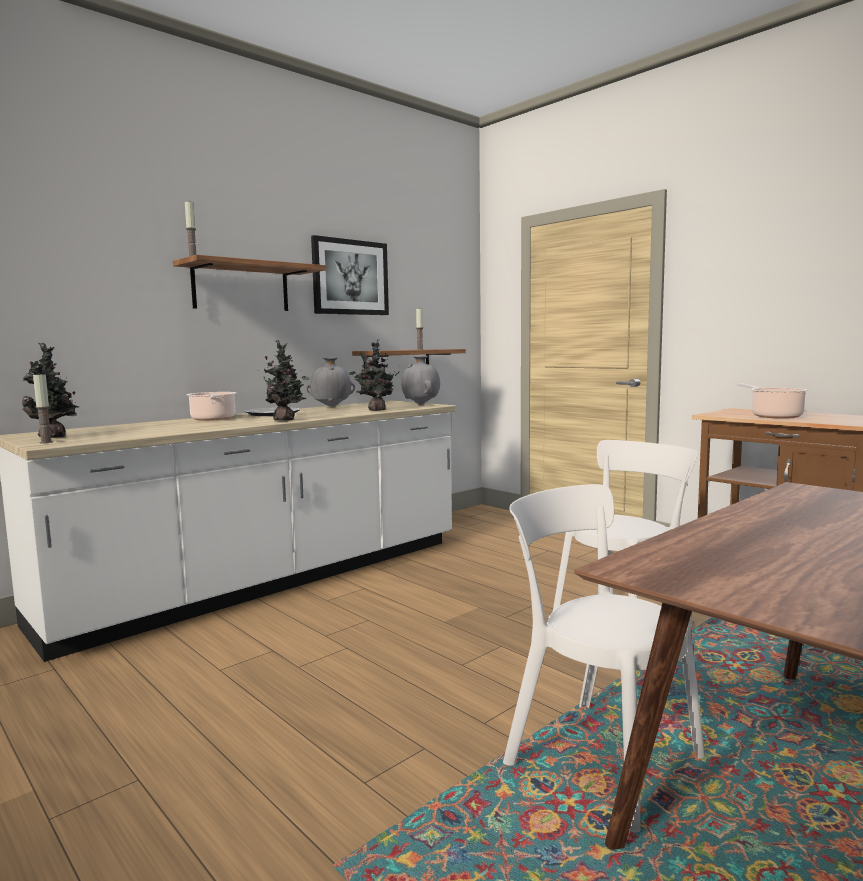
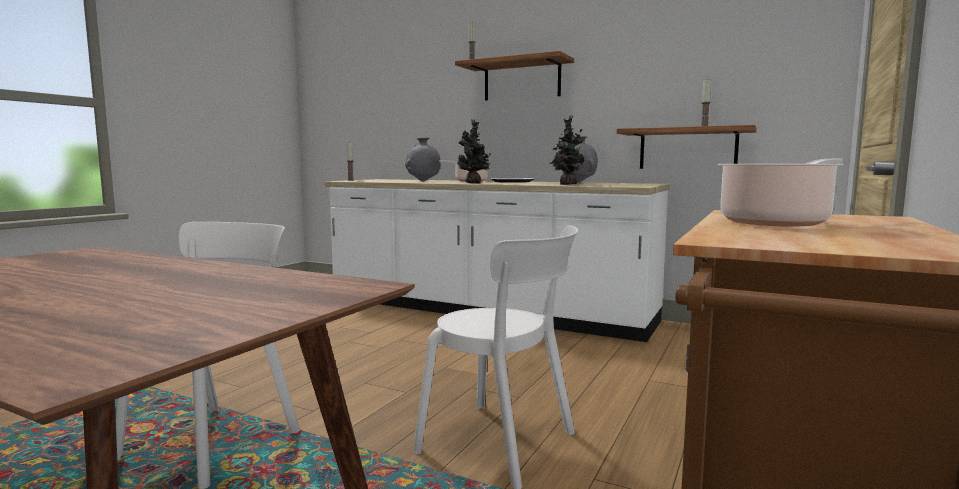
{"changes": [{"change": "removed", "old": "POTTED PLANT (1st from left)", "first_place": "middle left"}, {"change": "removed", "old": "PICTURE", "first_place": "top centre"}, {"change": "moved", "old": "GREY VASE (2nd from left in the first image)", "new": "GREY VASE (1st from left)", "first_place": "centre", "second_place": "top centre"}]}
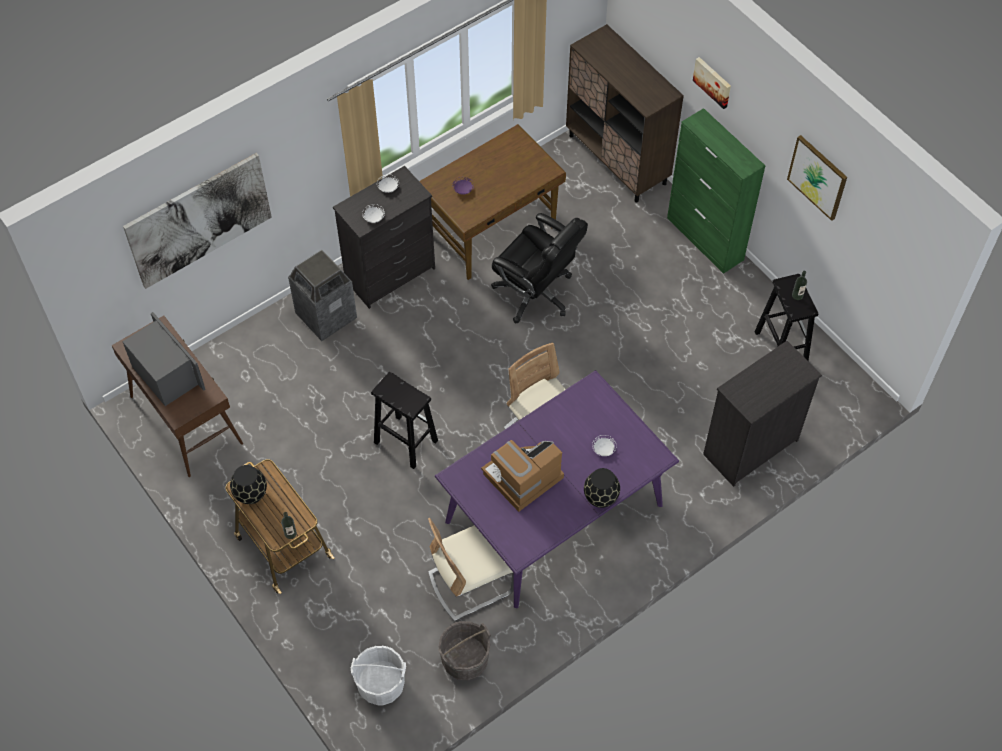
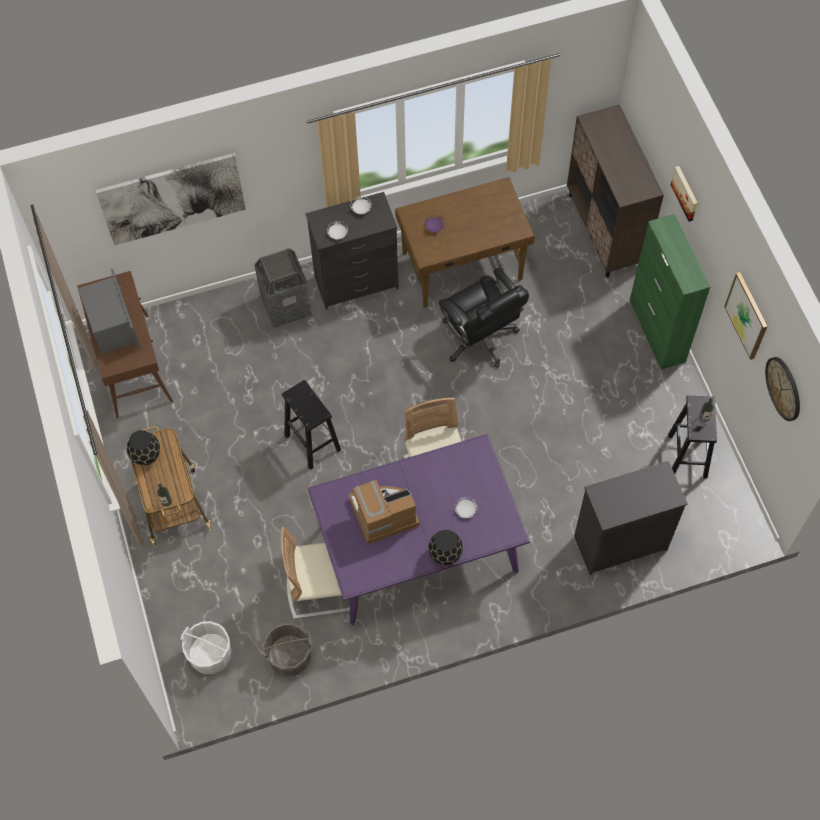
{"changes": [{"change": "added", "new": "WALL CLOCK", "second_place": "middle right"}]}
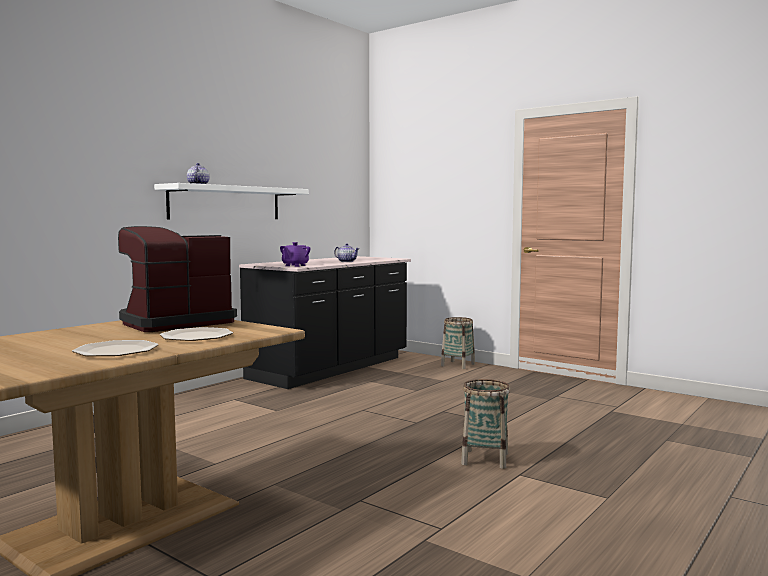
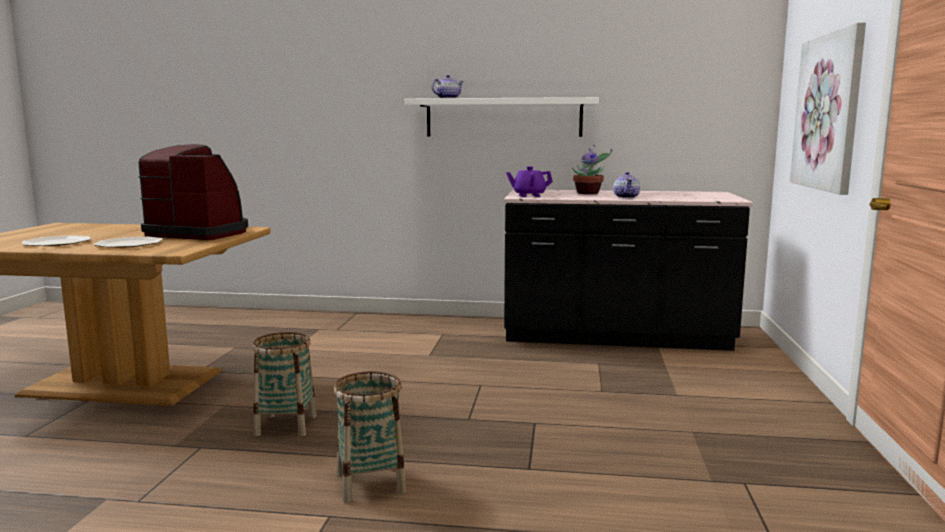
{"changes": [{"change": "added", "new": "POTTED PLANT", "second_place": "top centre"}, {"change": "added", "new": "PICTURE", "second_place": "top right"}, {"change": "moved", "old": "BASKET (1st from left)", "first_place": "centre", "second_place": "bottom left"}]}
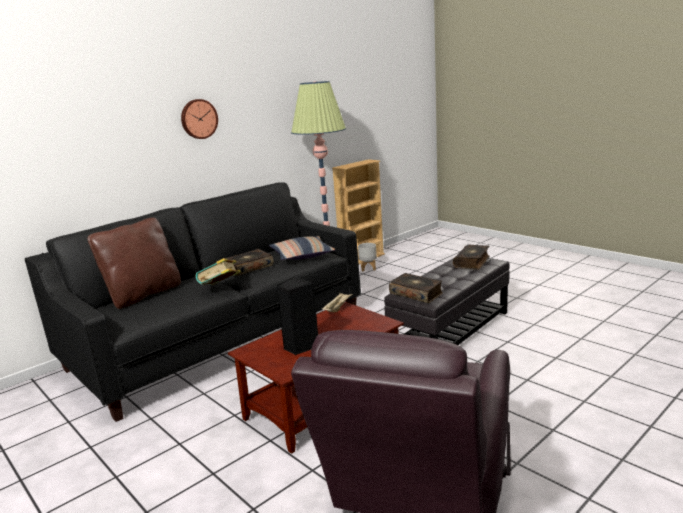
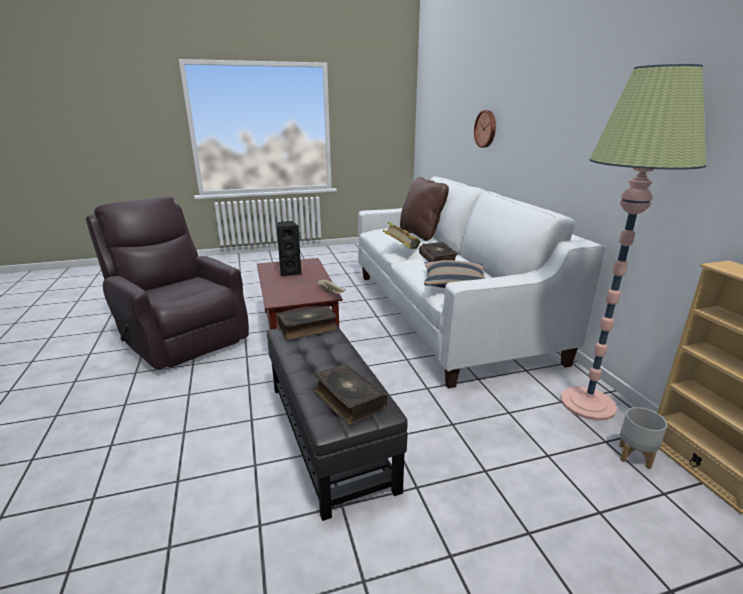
{"changes": [{"change": "moved", "old": "WALL CLOCK", "first_place": "top left", "second_place": "top centre"}, {"change": "recoloured", "old": "BLACK SOFA", "new": "WHITE SOFA", "first_place": "middle left", "second_place": "centre"}]}
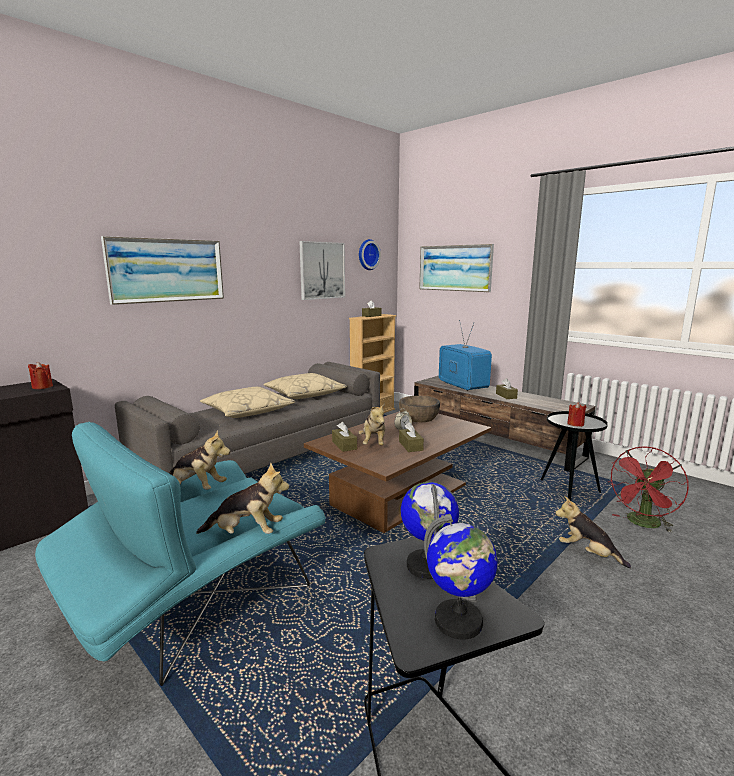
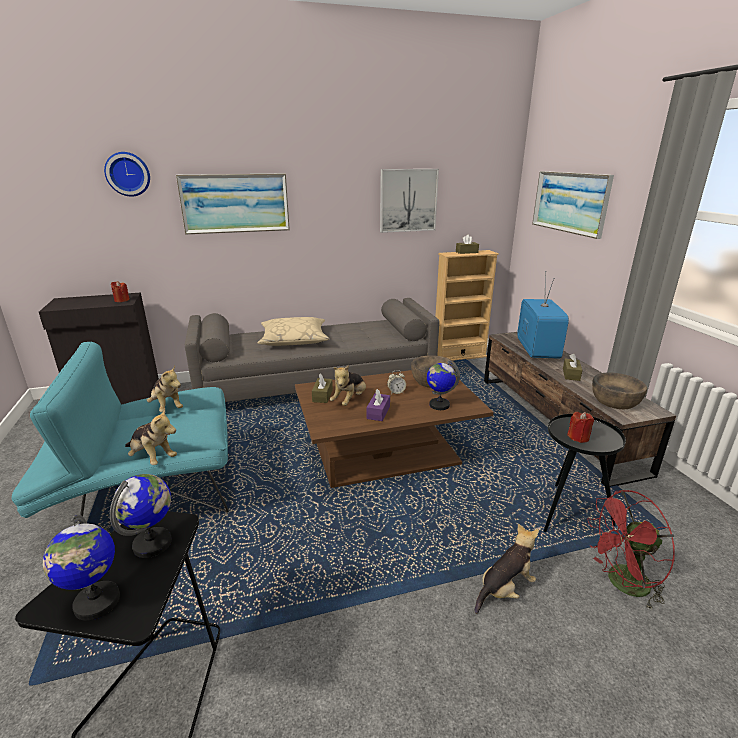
{"changes": [{"change": "removed", "old": "BEIGE PILLOW (2nd from left)", "first_place": "centre"}, {"change": "added", "new": "GLOBE (3rd from left)", "second_place": "centre"}, {"change": "added", "new": "BROWN BOWL (2nd from left)", "second_place": "middle right"}, {"change": "moved", "old": "WALL CLOCK", "first_place": "top centre", "second_place": "top left"}, {"change": "recoloured", "old": "BROWN TISSUE BOX (3rd from left)", "new": "PURPLE TISSUE BOX", "first_place": "centre", "second_place": "centre"}, {"change": "turned", "old": "PLUSH TOY (4th from left)", "first_place": "bottom right", "second_place": "bottom right", "degrees": 75}]}
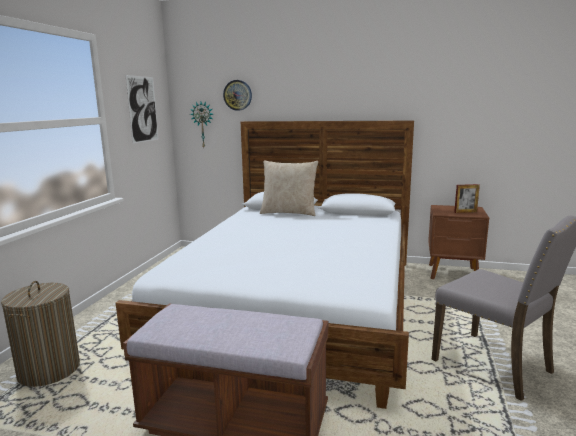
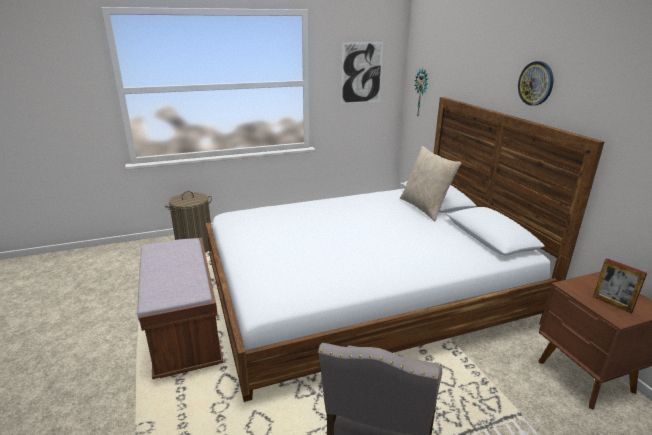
{"changes": [{"change": "moved", "old": "WALL CLOCK (2nd from left)", "first_place": "top centre", "second_place": "top right"}]}
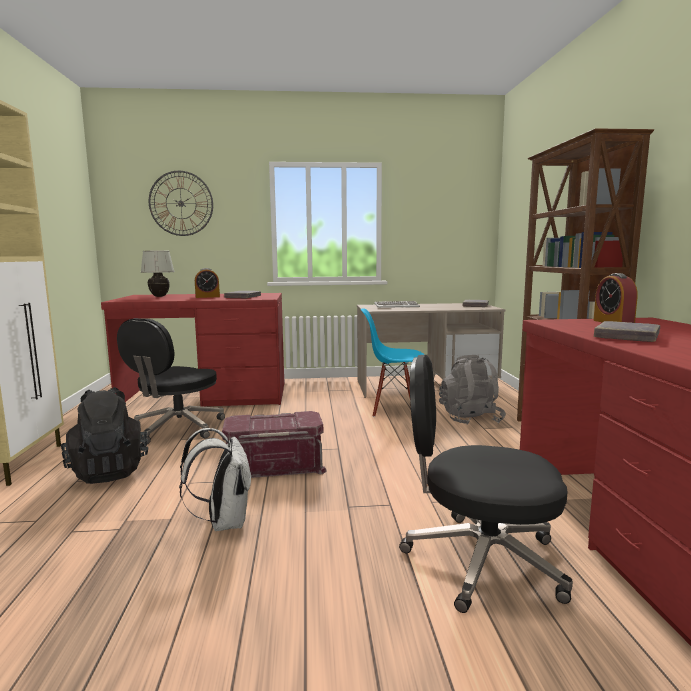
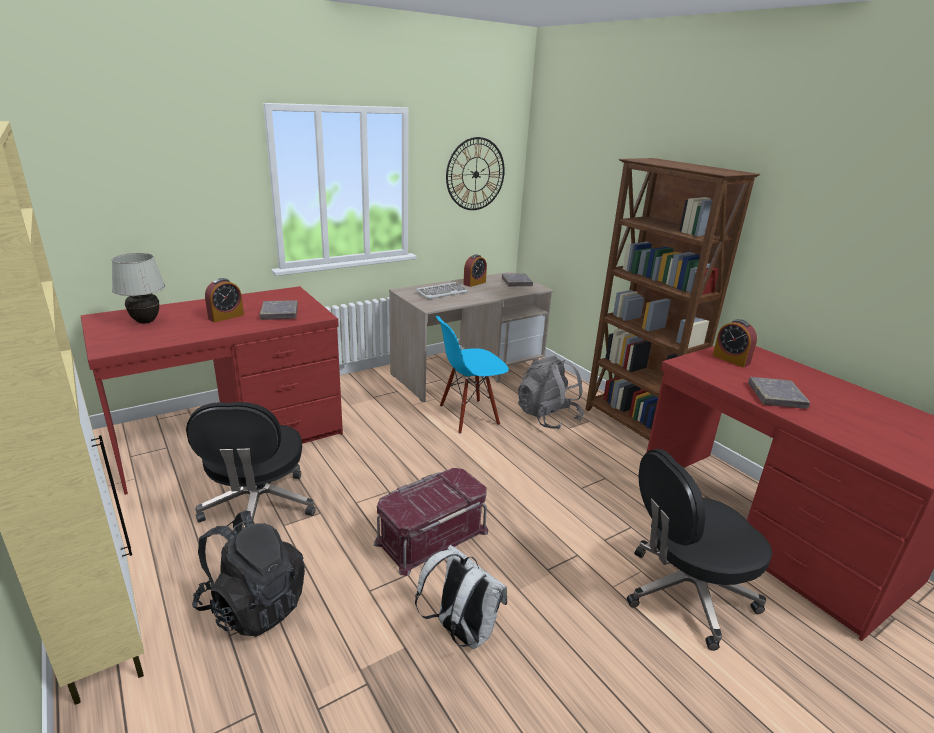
{"changes": [{"change": "added", "new": "ALARM CLOCK (2nd from left)", "second_place": "centre"}, {"change": "moved", "old": "WALL CLOCK", "first_place": "top left", "second_place": "top centre"}]}
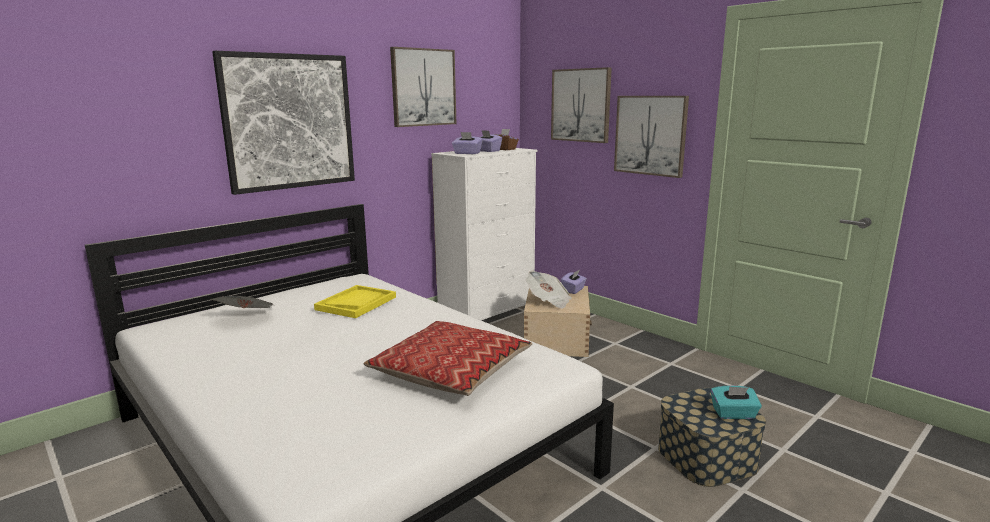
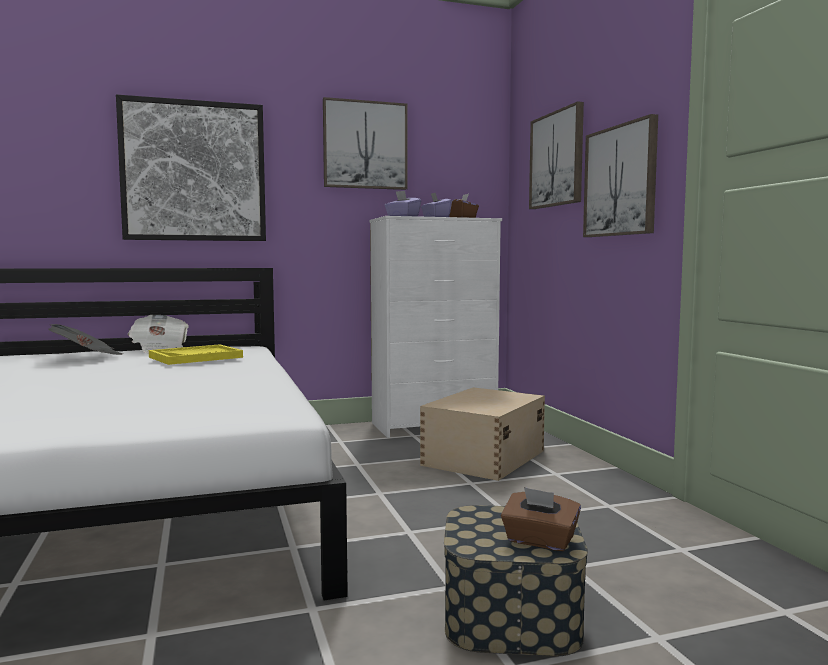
{"changes": [{"change": "removed", "old": "PILLOW", "first_place": "bottom centre"}, {"change": "removed", "old": "PURPLE TISSUE BOX (3rd from left)", "first_place": "centre"}, {"change": "moved", "old": "NEWSPAPER (2nd from left)", "first_place": "centre", "second_place": "middle left"}, {"change": "recoloured", "old": "TURQUOISE TISSUE BOX", "new": "BROWN TISSUE BOX (2nd from left)", "first_place": "bottom right", "second_place": "bottom centre"}]}
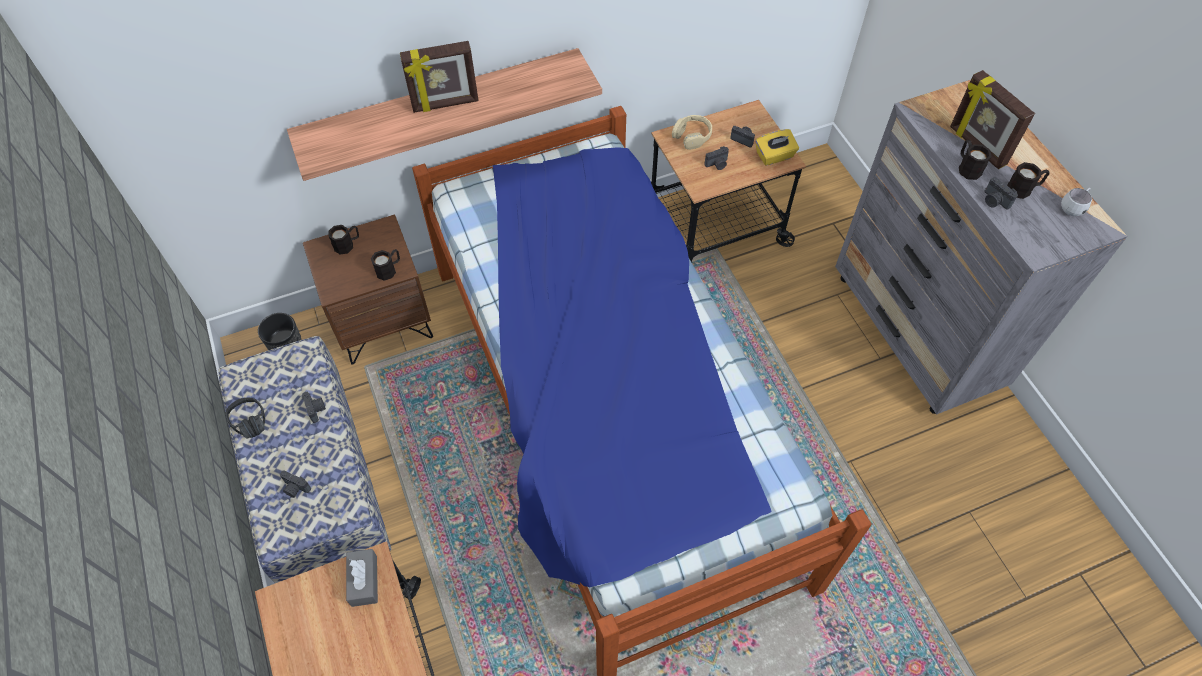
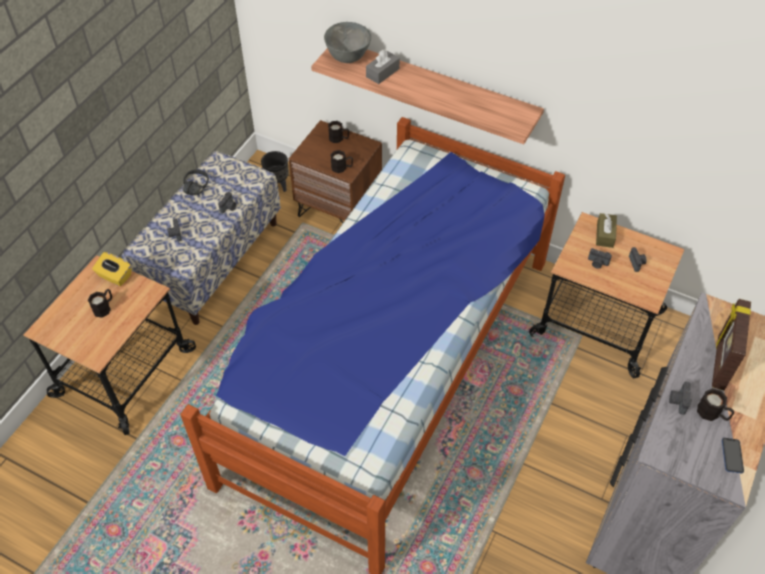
{"changes": [{"change": "removed", "old": "PICTURE FRAME (1st from left)", "first_place": "top centre"}, {"change": "added", "new": "GREY BOWL", "second_place": "top centre"}, {"change": "moved", "old": "GREY TISSUE BOX", "first_place": "bottom left", "second_place": "top centre"}, {"change": "moved", "old": "YELLOW TISSUE BOX", "first_place": "top centre", "second_place": "middle left"}, {"change": "moved", "old": "BLACK MUG (3rd from left in the first image)", "new": "BLACK MUG (1st from left)", "first_place": "top right", "second_place": "middle left"}, {"change": "replaced", "old": "BEIGE HEADPHONES", "new": "BROWN TISSUE BOX", "first_place": "top centre", "second_place": "middle right"}, {"change": "replaced", "old": "WHITE MUG", "new": "PHONE", "first_place": "top right", "second_place": "bottom right"}]}
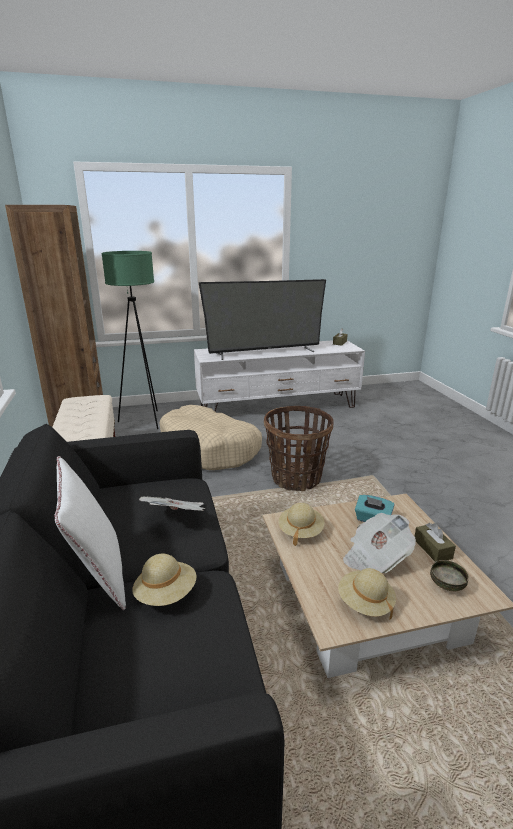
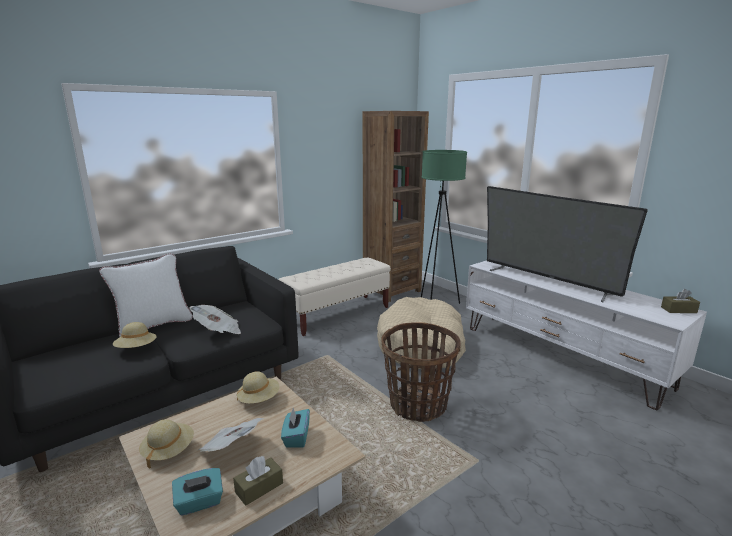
{"changes": [{"change": "replaced", "old": "BOWL", "new": "TURQUOISE TISSUE BOX (1st from left)", "first_place": "bottom right", "second_place": "bottom left"}]}
